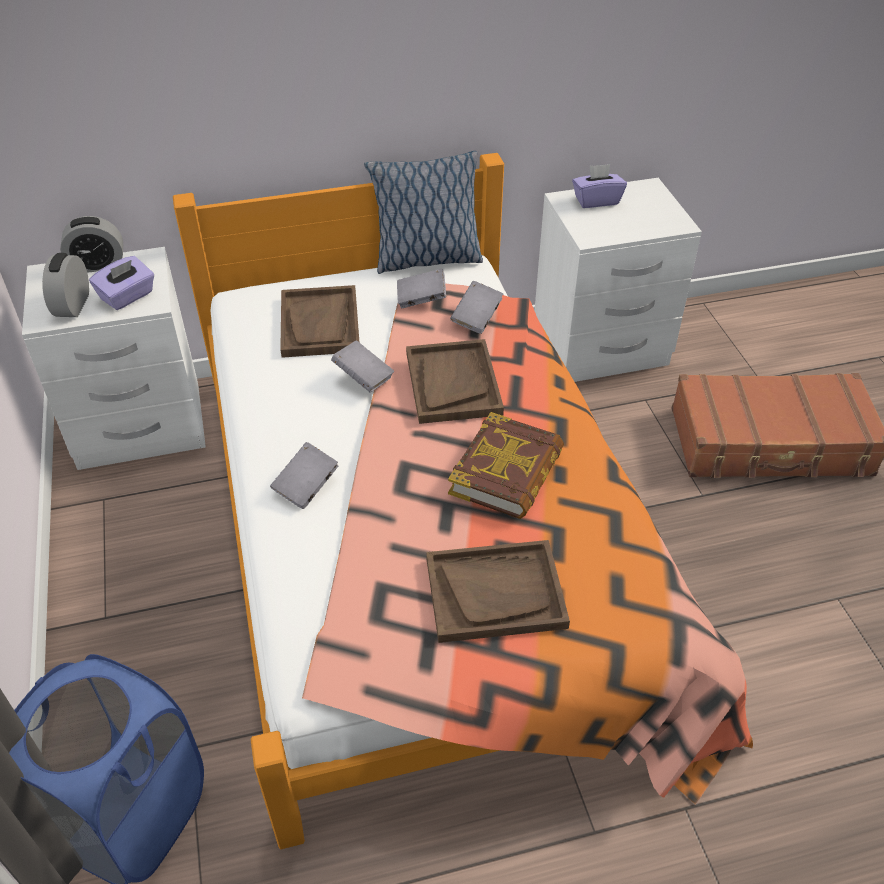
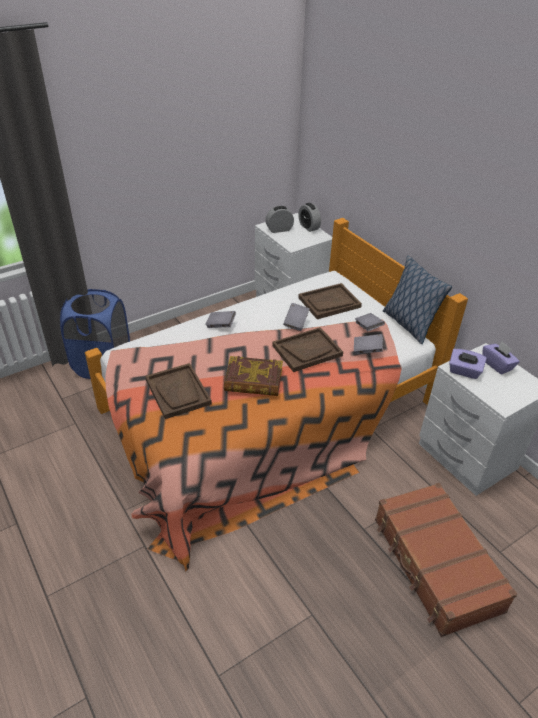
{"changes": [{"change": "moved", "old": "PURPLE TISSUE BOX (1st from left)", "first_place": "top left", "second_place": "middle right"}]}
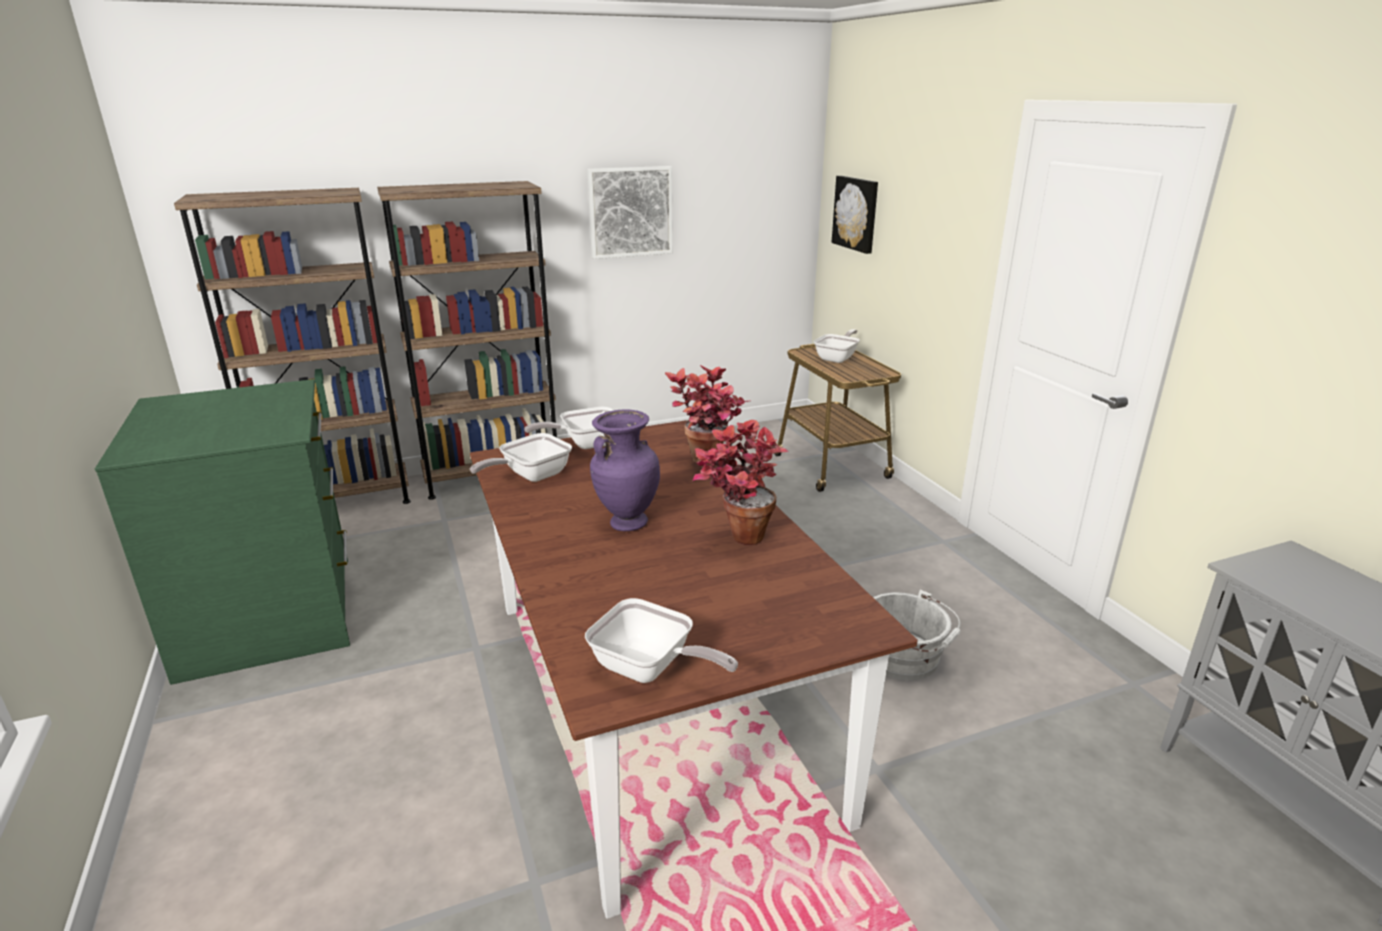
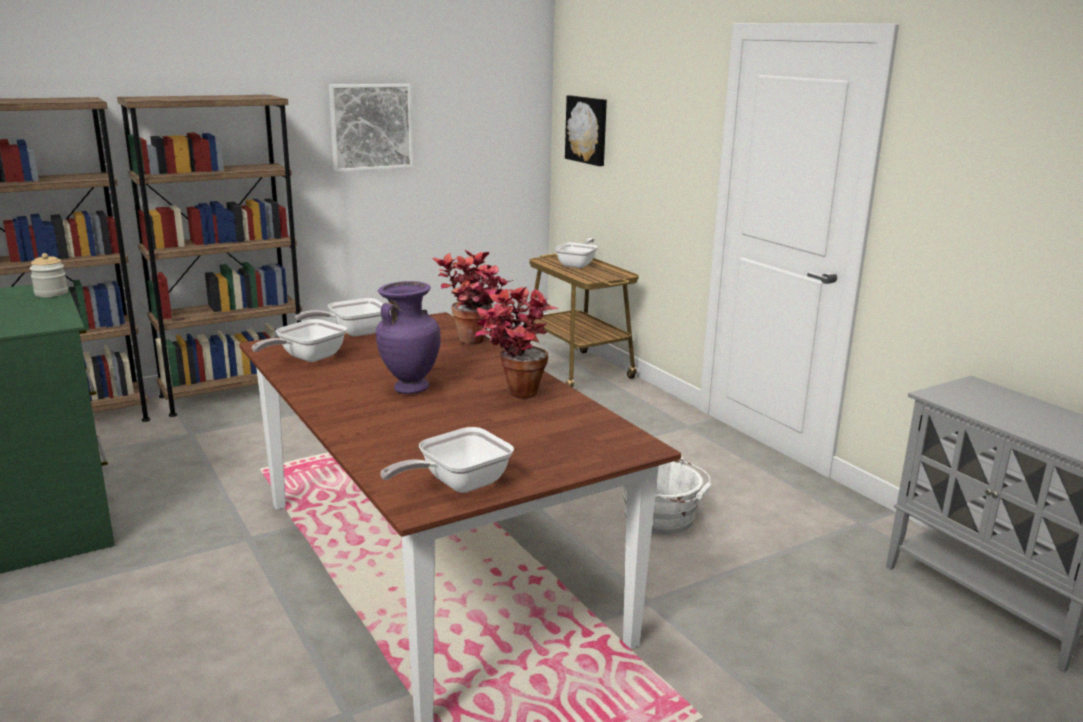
{"changes": [{"change": "added", "new": "JAR", "second_place": "middle left"}, {"change": "turned", "old": "FRYING PAN (3rd from left)", "first_place": "bottom centre", "second_place": "centre", "degrees": 120}]}
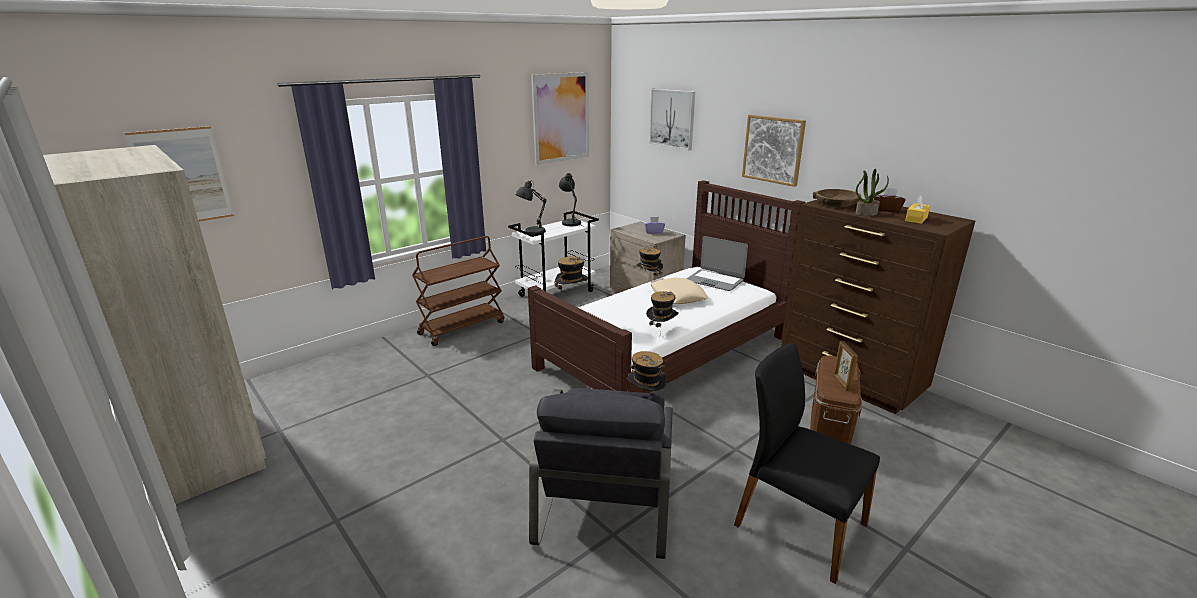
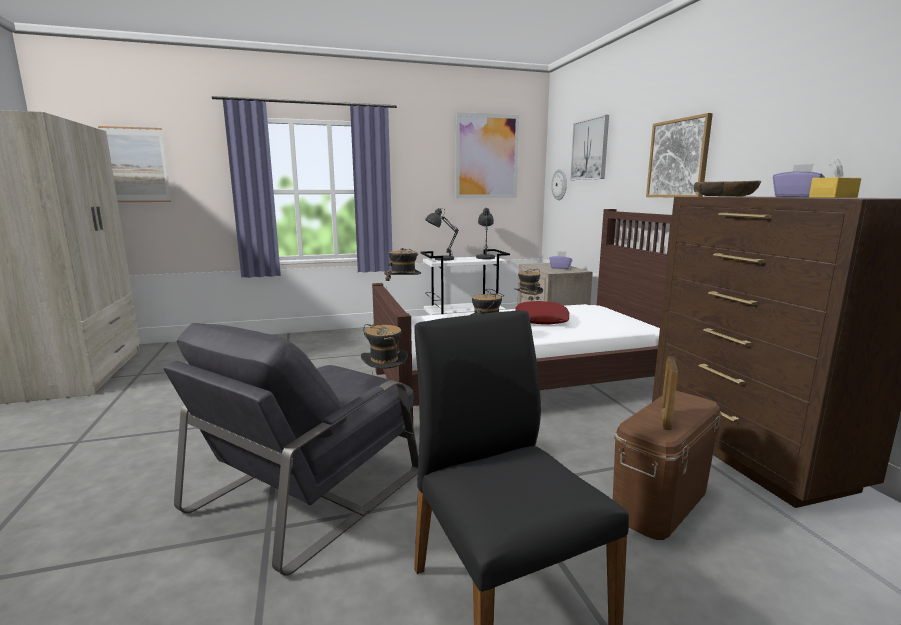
{"changes": [{"change": "removed", "old": "BROWN CART", "first_place": "centre"}, {"change": "removed", "old": "LAPTOP", "first_place": "centre"}, {"change": "removed", "old": "POTTED PLANT", "first_place": "top right"}, {"change": "added", "new": "WALL CLOCK", "second_place": "top centre"}, {"change": "recoloured", "old": "BEIGE PILLOW", "new": "RED PILLOW", "first_place": "centre", "second_place": "centre"}, {"change": "recoloured", "old": "BROWN TISSUE BOX", "new": "PURPLE TISSUE BOX (2nd from left)", "first_place": "middle right", "second_place": "top right"}]}
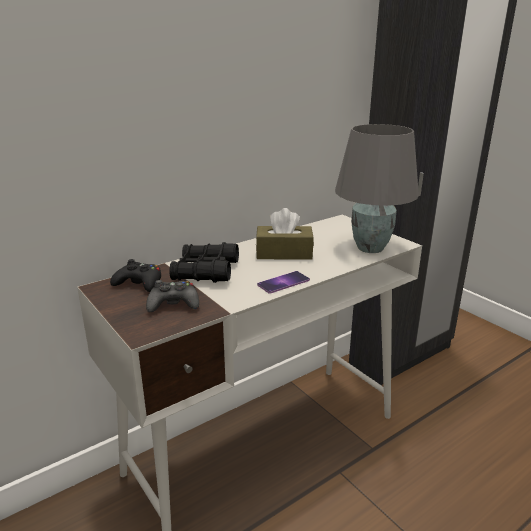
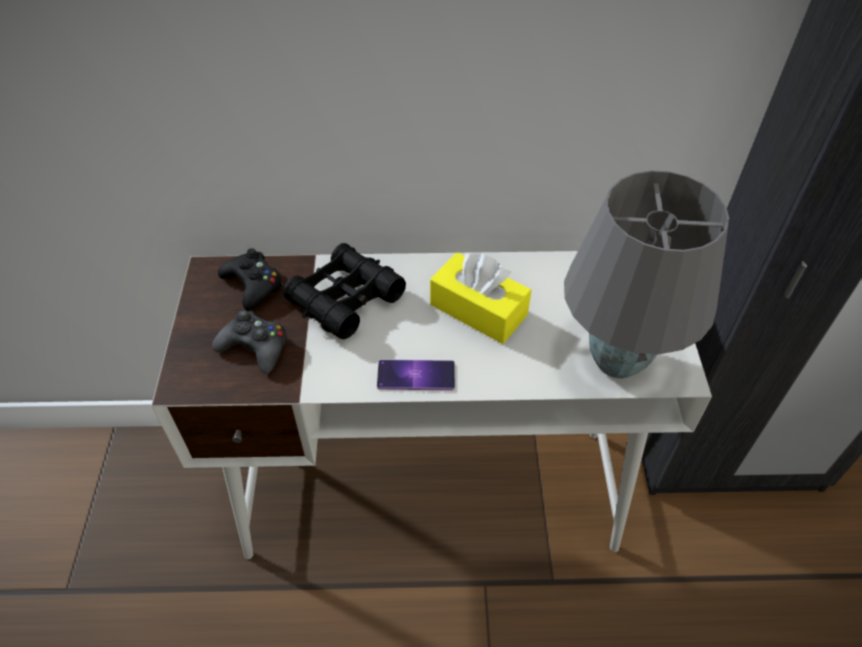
{"changes": [{"change": "recoloured", "old": "BROWN TISSUE BOX", "new": "YELLOW TISSUE BOX", "first_place": "centre", "second_place": "centre"}]}
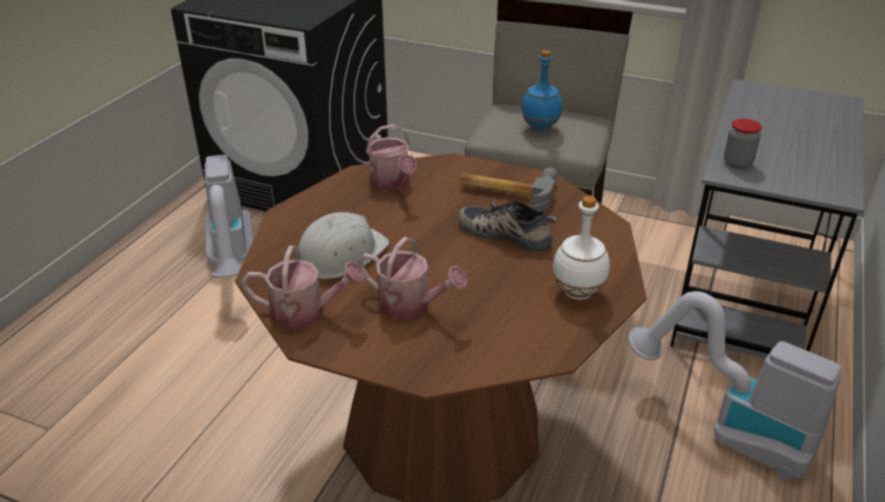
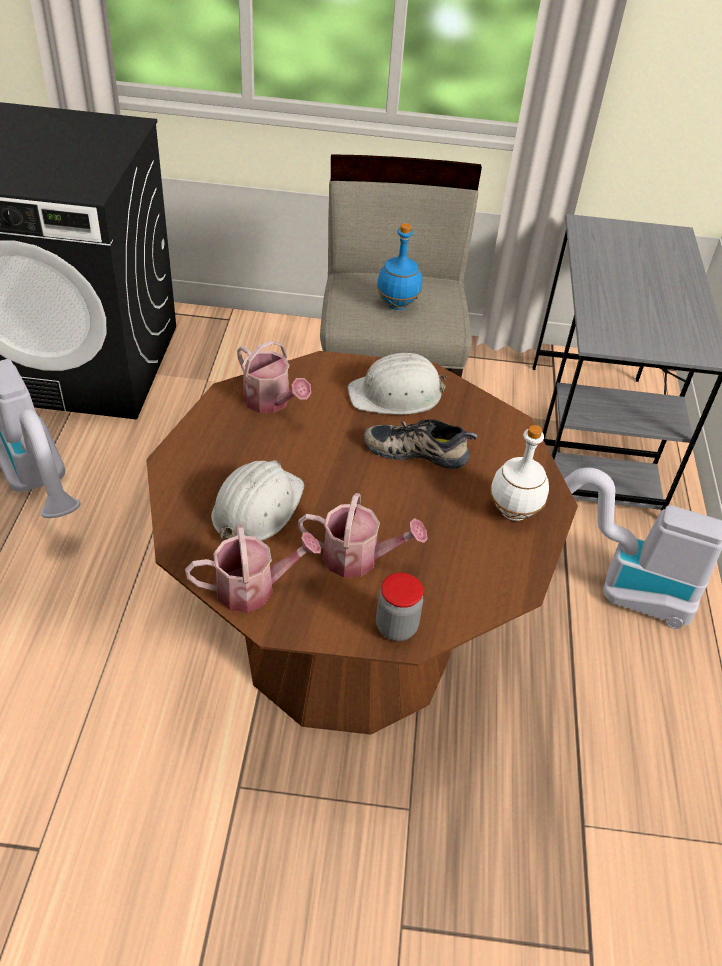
{"changes": [{"change": "moved", "old": "JAR", "first_place": "top right", "second_place": "centre"}, {"change": "replaced", "old": "HAMMER", "new": "WHITE HARD HAT (2nd from left)", "first_place": "centre", "second_place": "centre"}]}
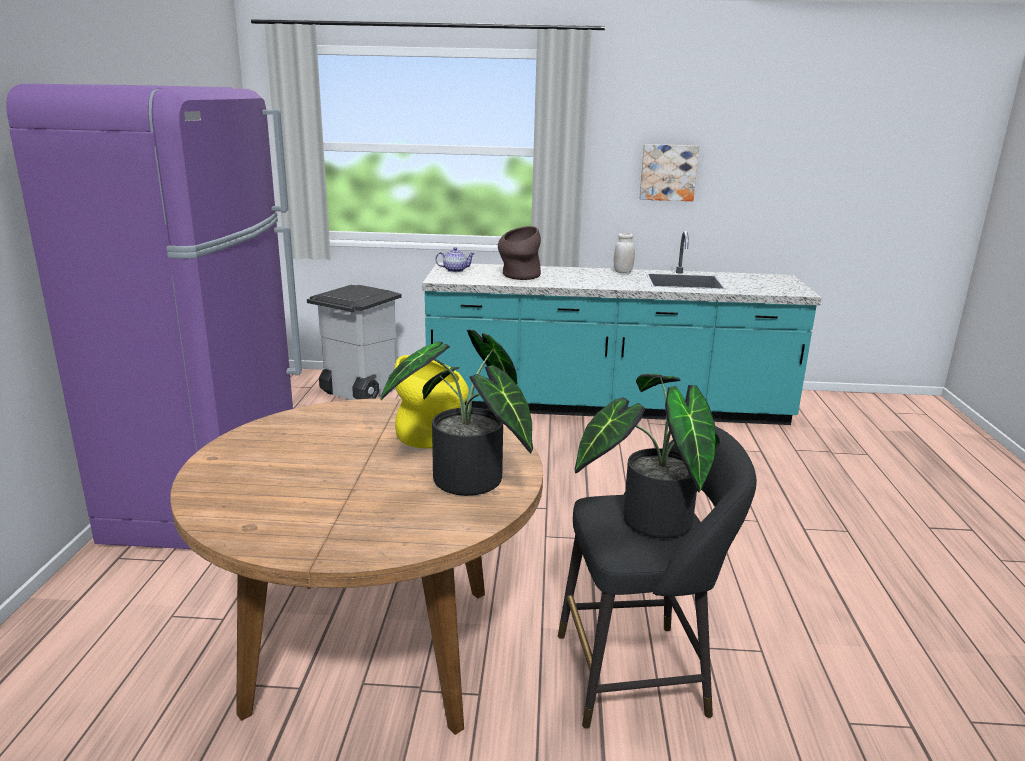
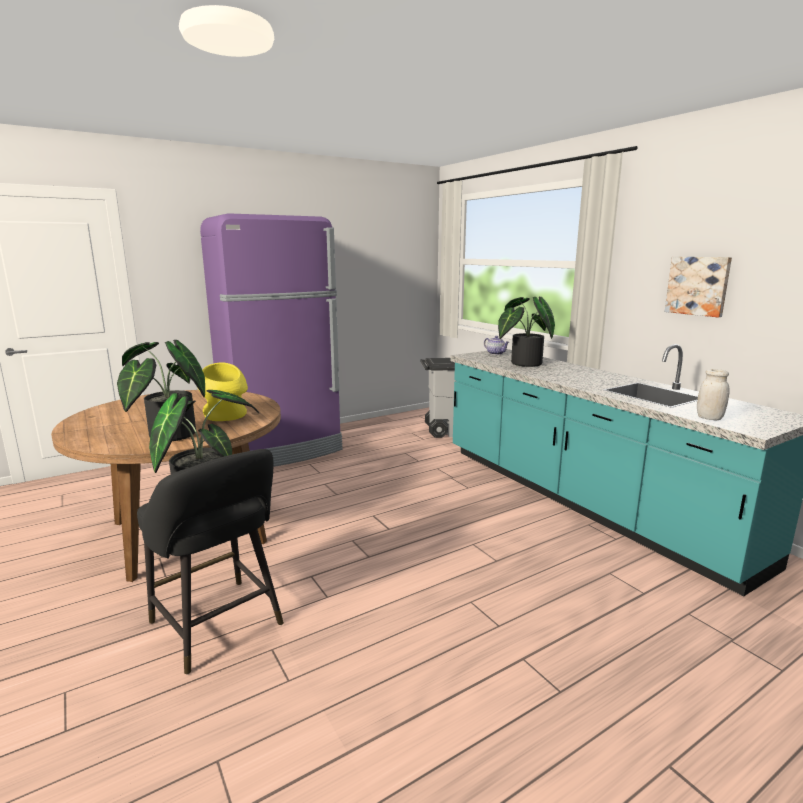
{"changes": [{"change": "moved", "old": "WHITE JAR", "first_place": "top centre", "second_place": "middle right"}, {"change": "replaced", "old": "BROWN VASE", "new": "POTTED PLANT (3rd from left)", "first_place": "top centre", "second_place": "centre"}]}
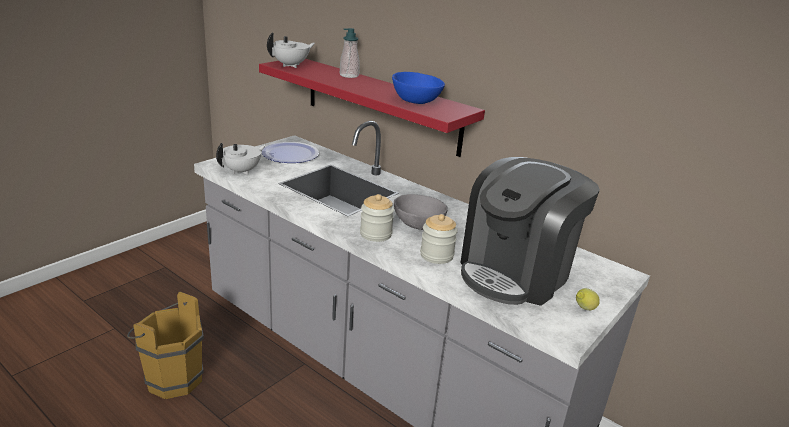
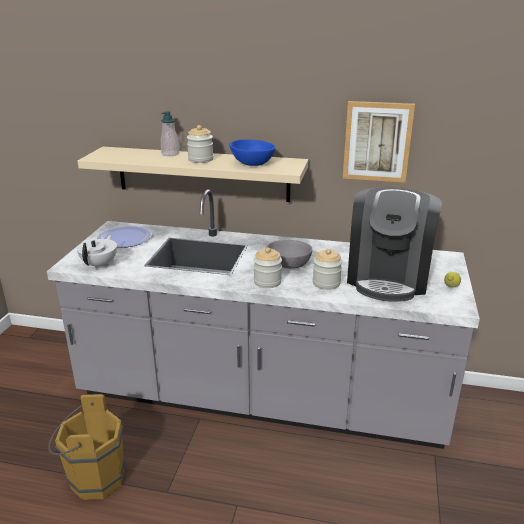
{"changes": [{"change": "removed", "old": "WHITE TEAPOT (2nd from left)", "first_place": "top centre"}, {"change": "added", "new": "JAR (1st from left)", "second_place": "top centre"}, {"change": "added", "new": "PICTURE", "second_place": "top right"}, {"change": "recoloured", "old": "RED SHELF", "new": "BEIGE SHELF", "first_place": "top centre", "second_place": "top centre"}]}
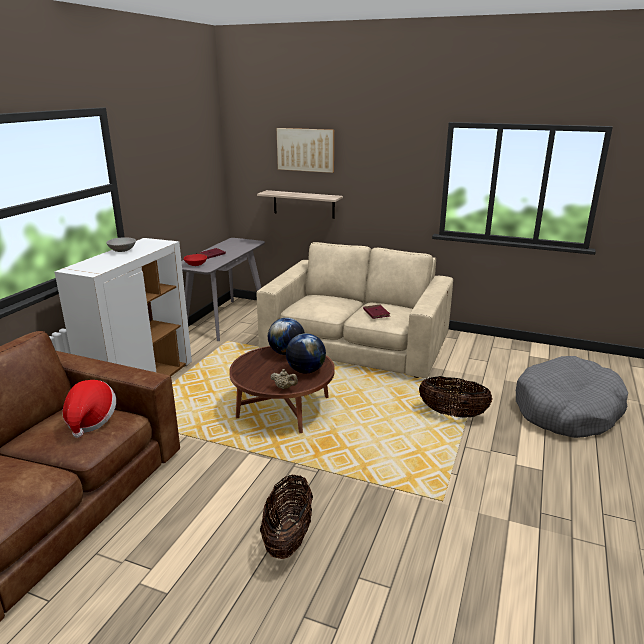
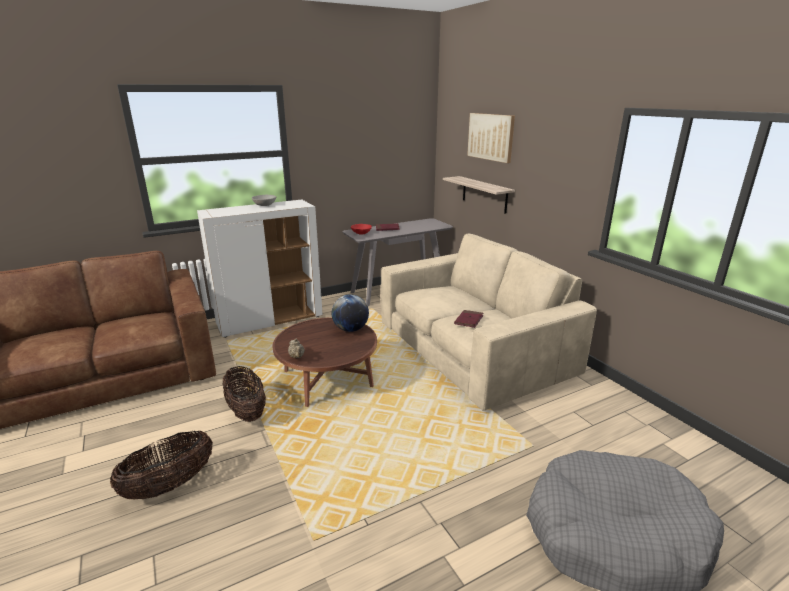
{"changes": [{"change": "removed", "old": "HAT", "first_place": "middle left"}, {"change": "removed", "old": "GLOBE (2nd from left)", "first_place": "centre"}, {"change": "moved", "old": "BASKET (2nd from left)", "first_place": "middle right", "second_place": "bottom left"}]}
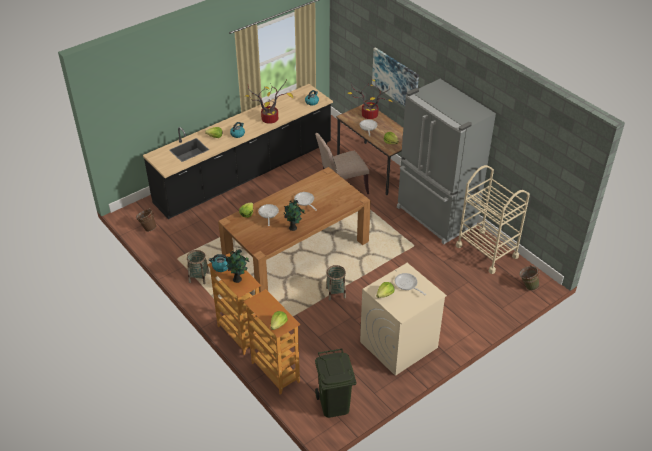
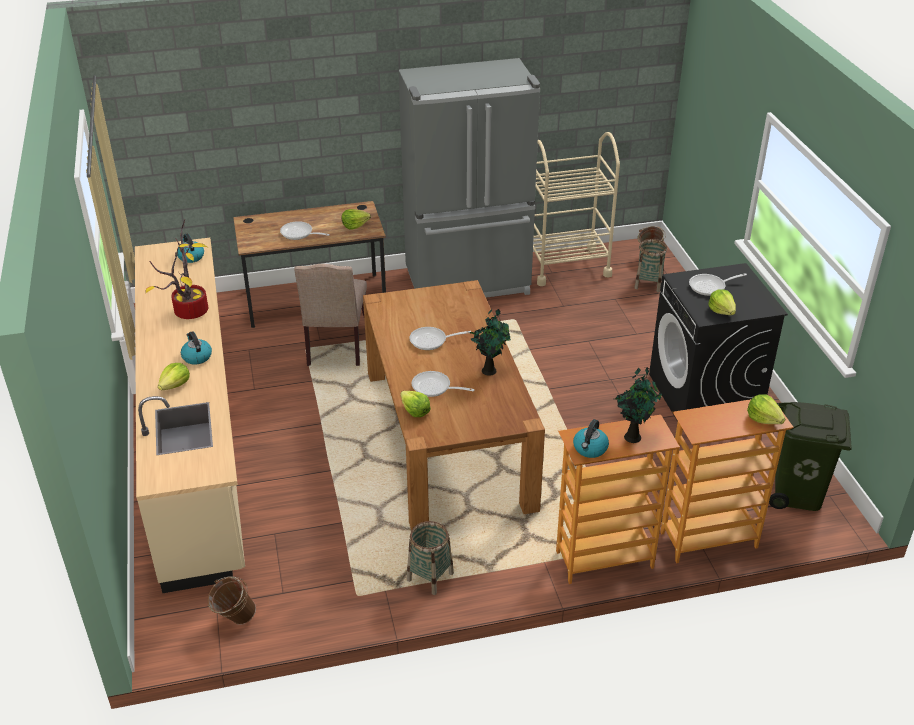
{"changes": [{"change": "removed", "old": "POTTED PLANT (4th from left)", "first_place": "top centre"}, {"change": "removed", "old": "PICTURE", "first_place": "top centre"}, {"change": "moved", "old": "BASKET (2nd from left)", "first_place": "centre", "second_place": "middle right"}, {"change": "recoloured", "old": "BLACK COUNTER", "new": "BEIGE COUNTER", "first_place": "centre", "second_place": "middle left"}, {"change": "recoloured", "old": "BEIGE WASHING MACHINE", "new": "BLACK WASHING MACHINE", "first_place": "bottom centre", "second_place": "middle right"}]}
